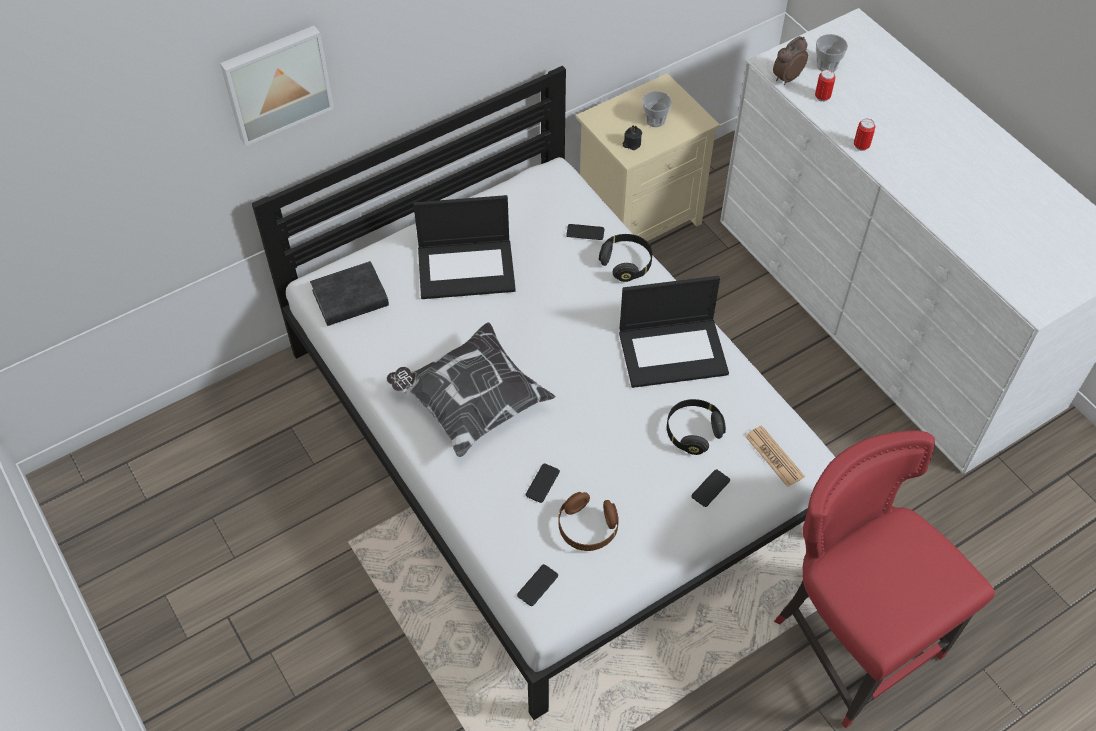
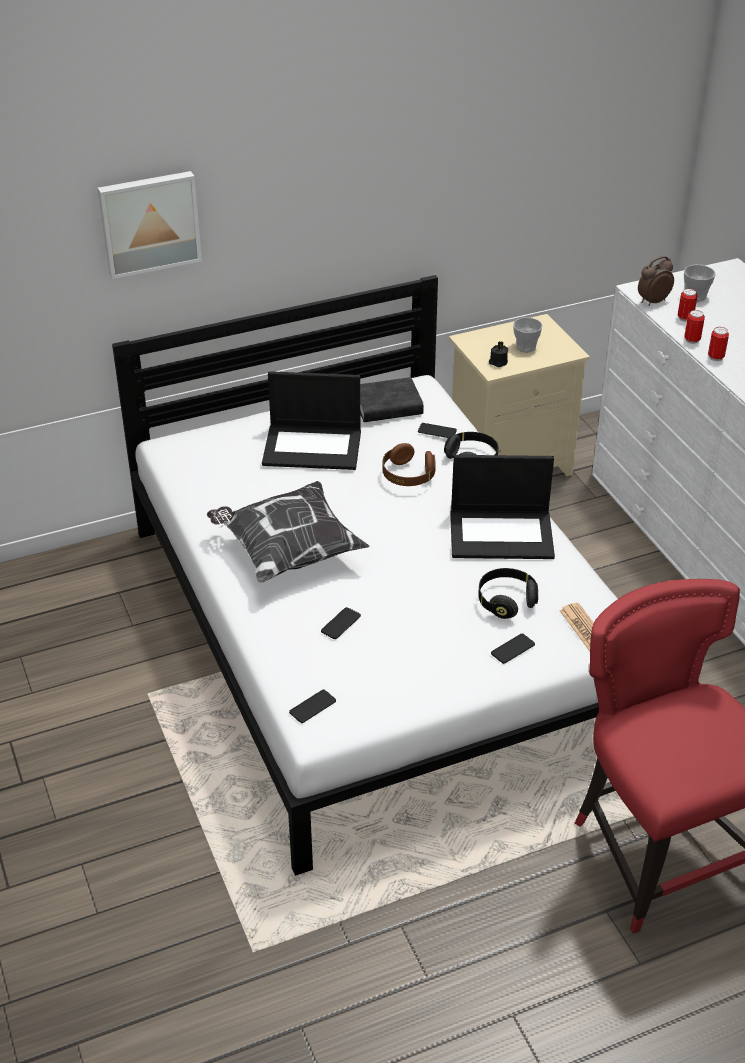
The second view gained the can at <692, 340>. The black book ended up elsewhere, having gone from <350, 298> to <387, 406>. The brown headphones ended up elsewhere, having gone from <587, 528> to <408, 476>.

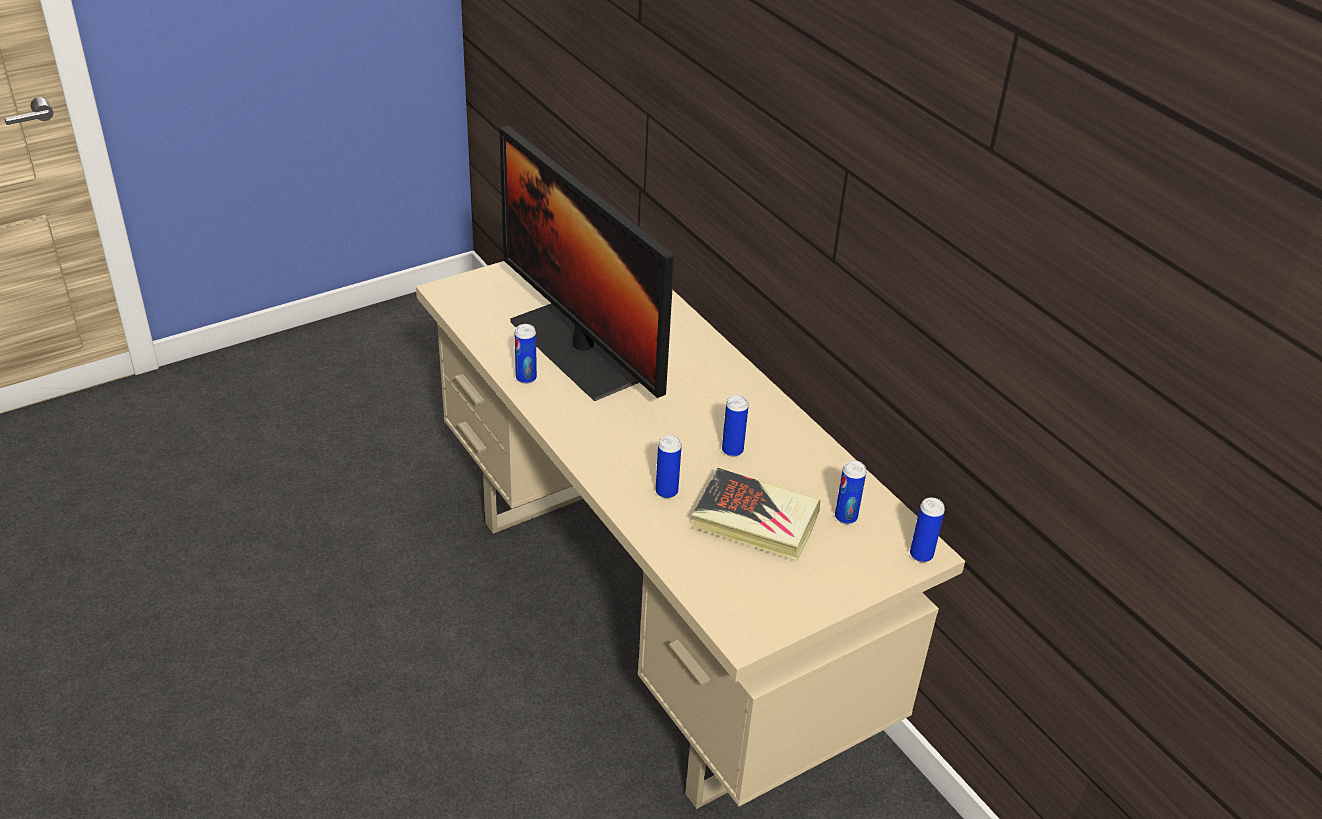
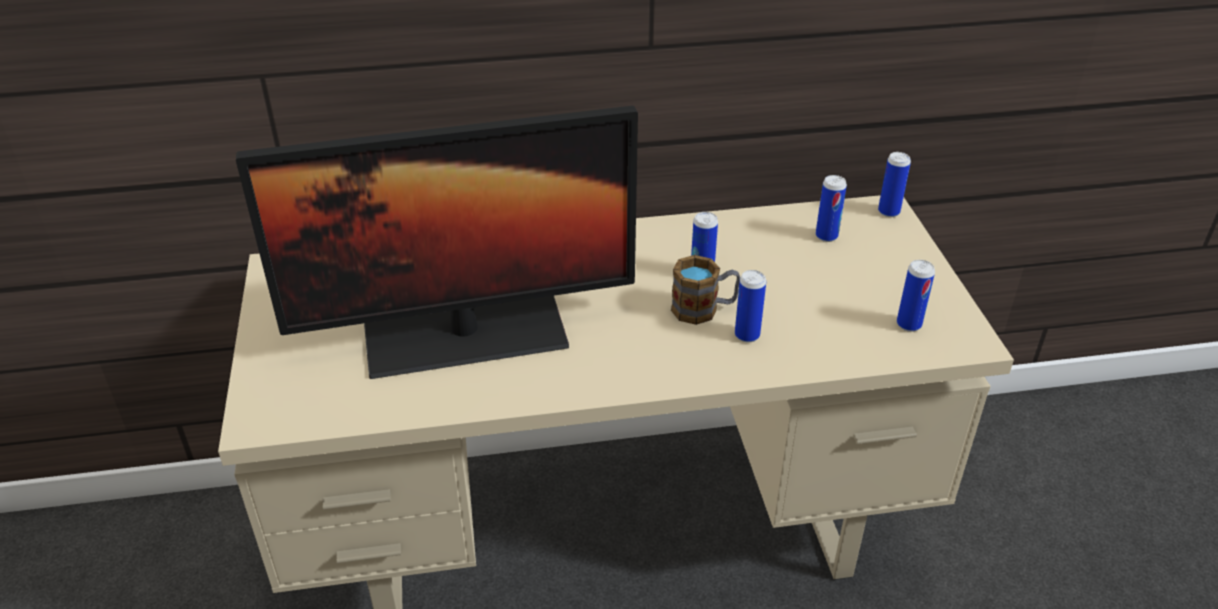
The second view lost the book at <755, 521>. The second view gained the mug at <704, 309>. The can ended up elsewhere, having gone from <526, 378> to <908, 324>.

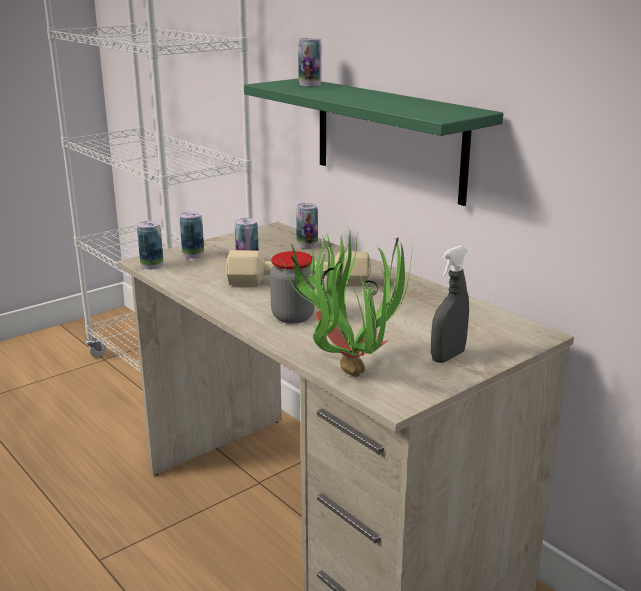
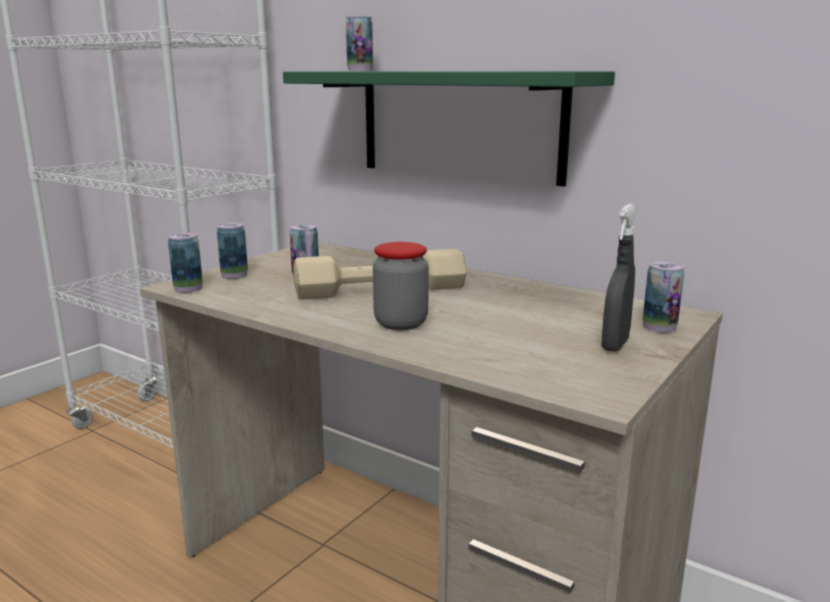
The second view lost the potted plant at <347, 366>. The can ended up elsewhere, having gone from <307, 245> to <659, 327>.

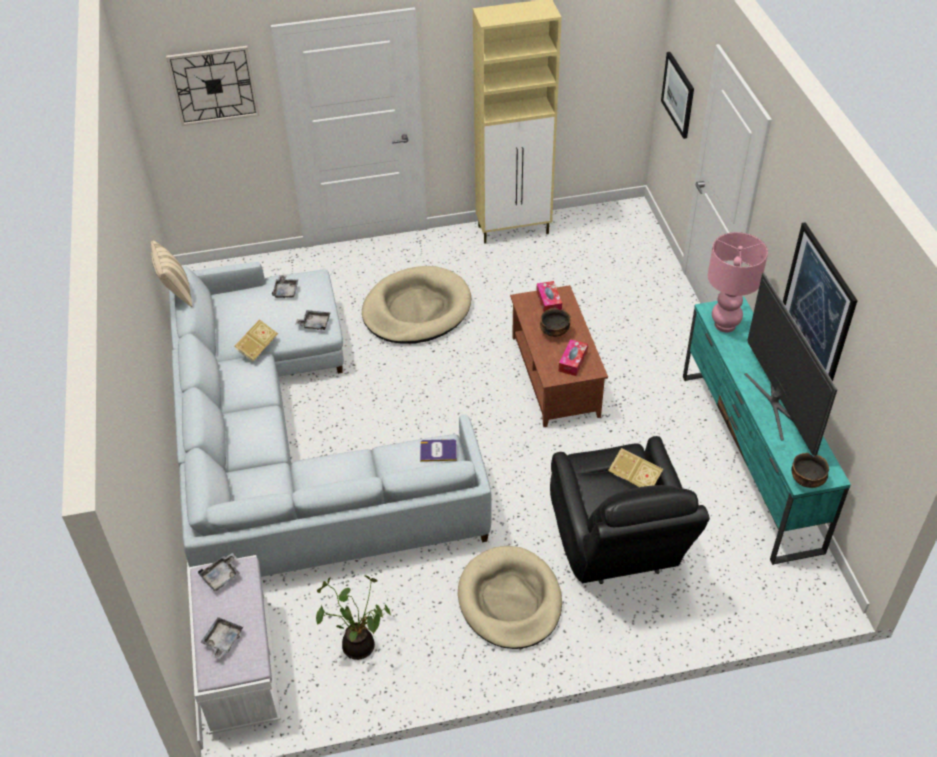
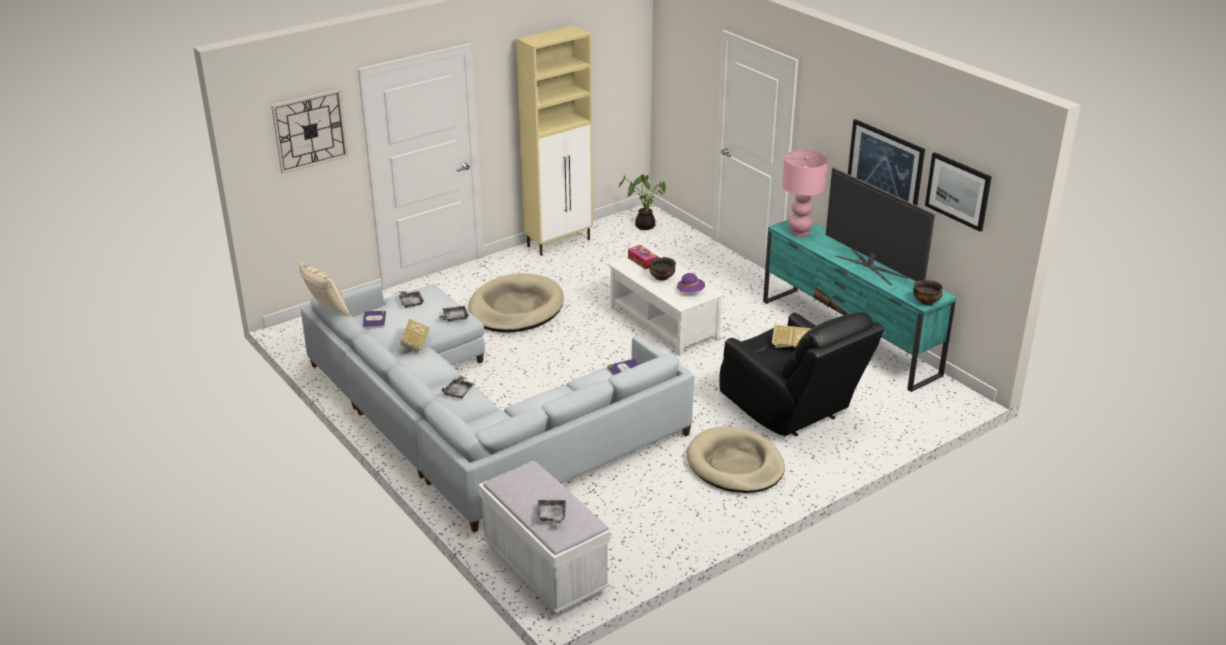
The second view gained the book at <374, 320>. The grey tray ended up elsewhere, having gone from <221, 576> to <459, 391>. The potted plant ended up elsewhere, having gone from <359, 644> to <644, 225>. The picture ended up elsewhere, having gone from <678, 94> to <958, 191>. Where the tissue box stood at <573, 361>, the purple hat came to stand at <690, 291>. What was the brown coffee table at <554, 376> turned into the white coffee table at <663, 324>.

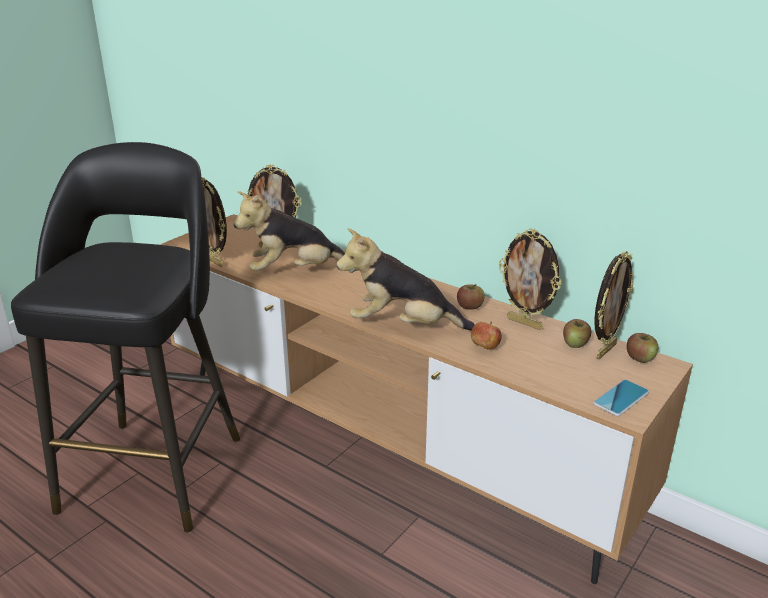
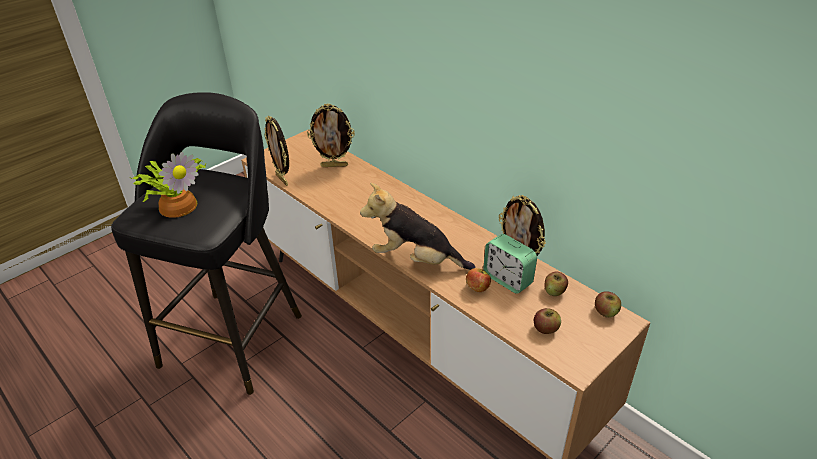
The second view lost the plush toy at <294, 272>. The second view lost the phone at <621, 398>. The second view lost the picture frame at <605, 350>. The second view gained the potted plant at <178, 204>. The second view gained the alarm clock at <508, 279>. The apple ended up elsewhere, having gone from <470, 306> to <546, 328>.

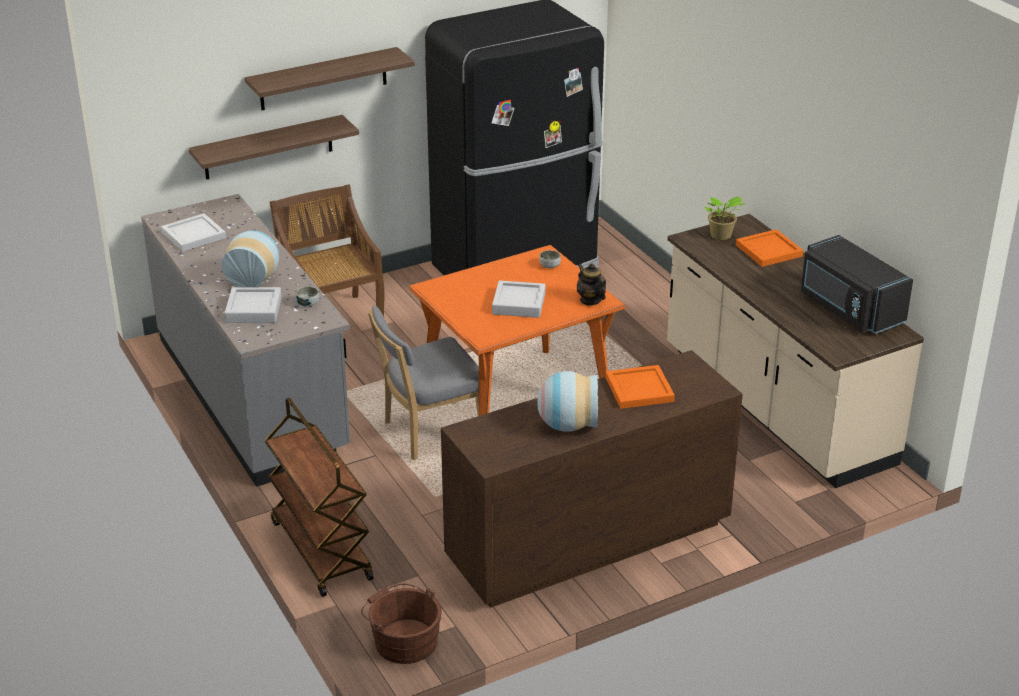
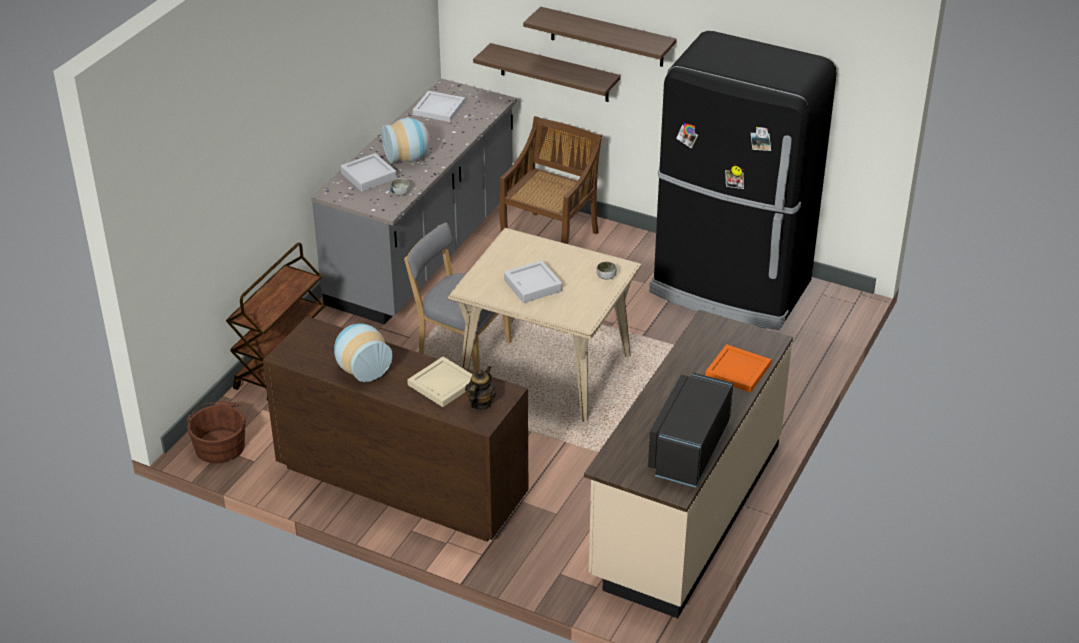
The second view lost the potted plant at <721, 236>. The teapot ended up elsewhere, having gone from <590, 300> to <480, 403>. What was the orange dining table at <515, 400> turned into the beige dining table at <545, 369>. What was the orange tray at <640, 389> turned into the beige tray at <444, 384>.

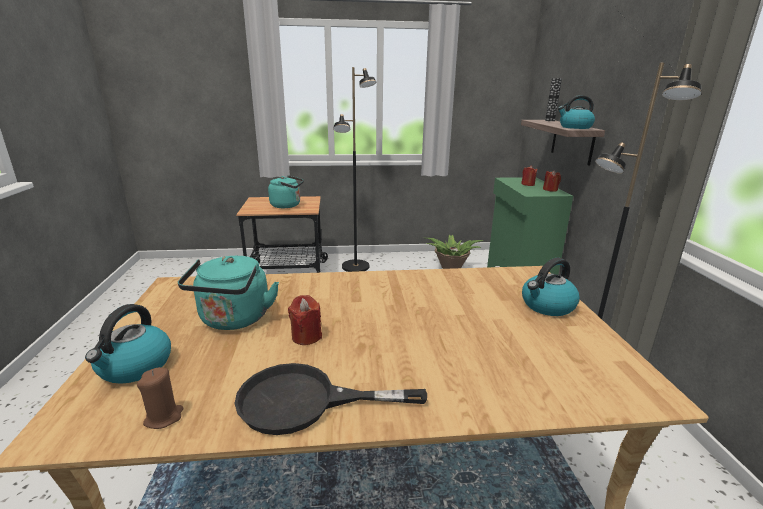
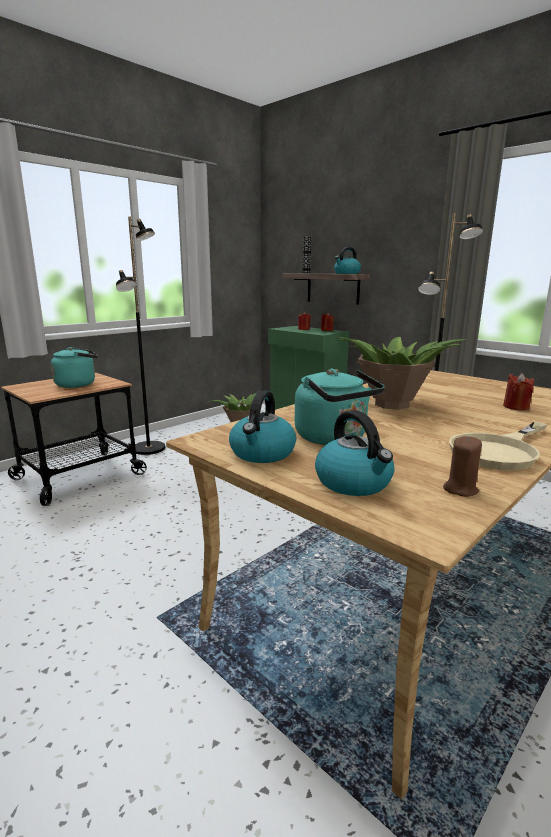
The second view gained the potted plant at <390, 404>. The red candle ended up elsewhere, having gone from <306, 336> to <516, 407>. The kettle ended up elsewhere, having gone from <547, 306> to <262, 453>. What was the black frying pan at <305, 402> turned into the beige frying pan at <499, 451>.

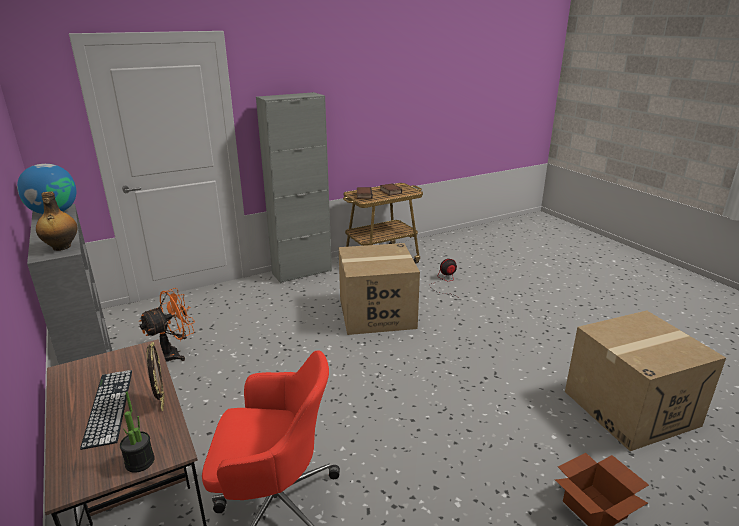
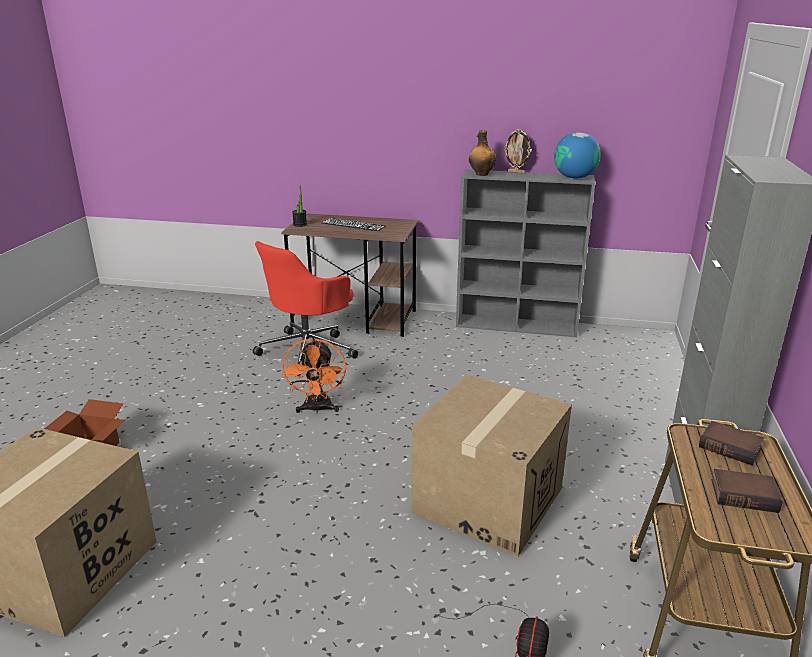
The orange fan ended up elsewhere, having gone from <173, 354> to <317, 409>. The picture frame ended up elsewhere, having gone from <162, 403> to <516, 172>.

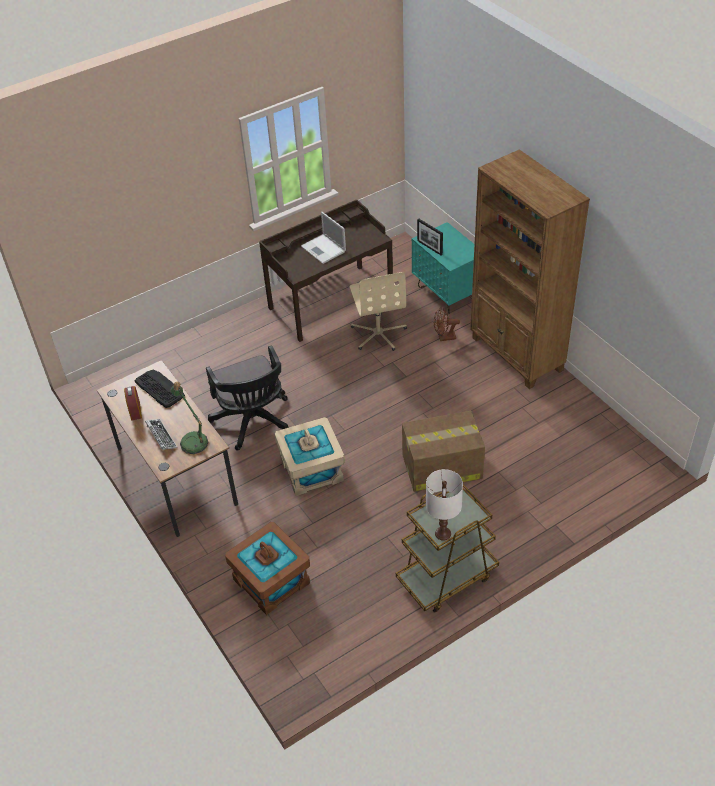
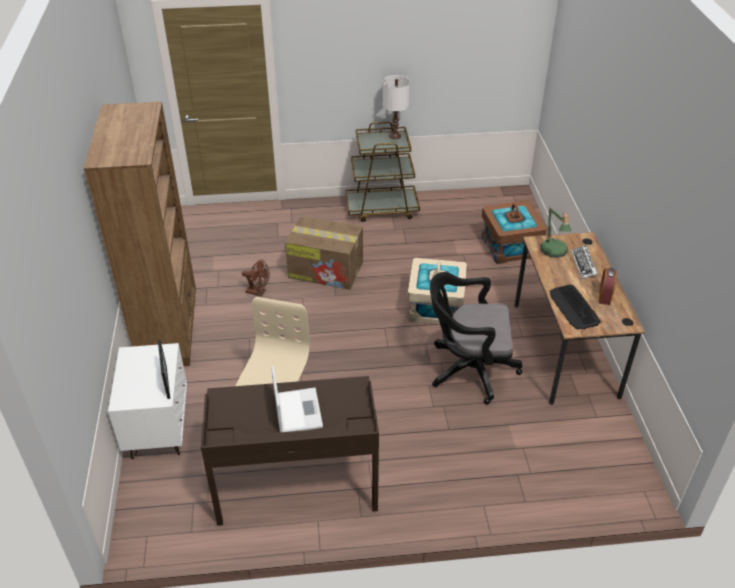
The brown fan ended up elsewhere, having gone from <444, 338> to <258, 292>. What was the turquoise nightstand at <447, 293> turned into the white nightstand at <158, 430>. The black office chair at <253, 422> ended up facing another way, 90 degrees counterclockwise from before.

